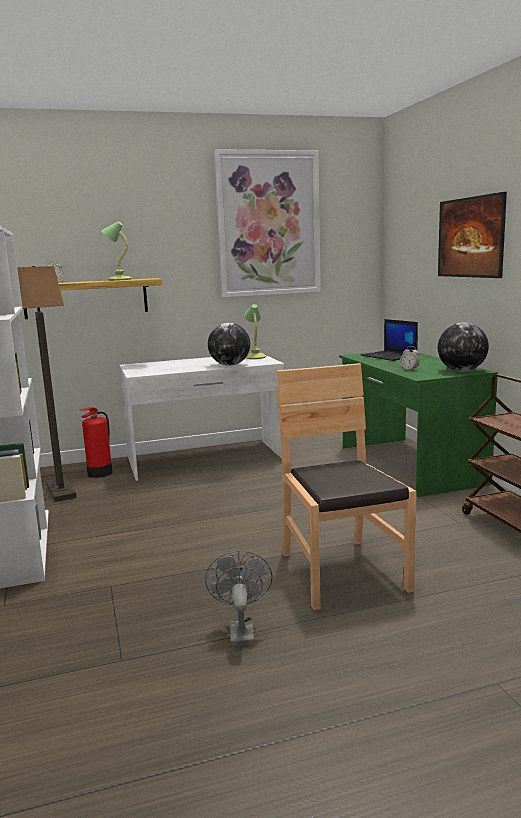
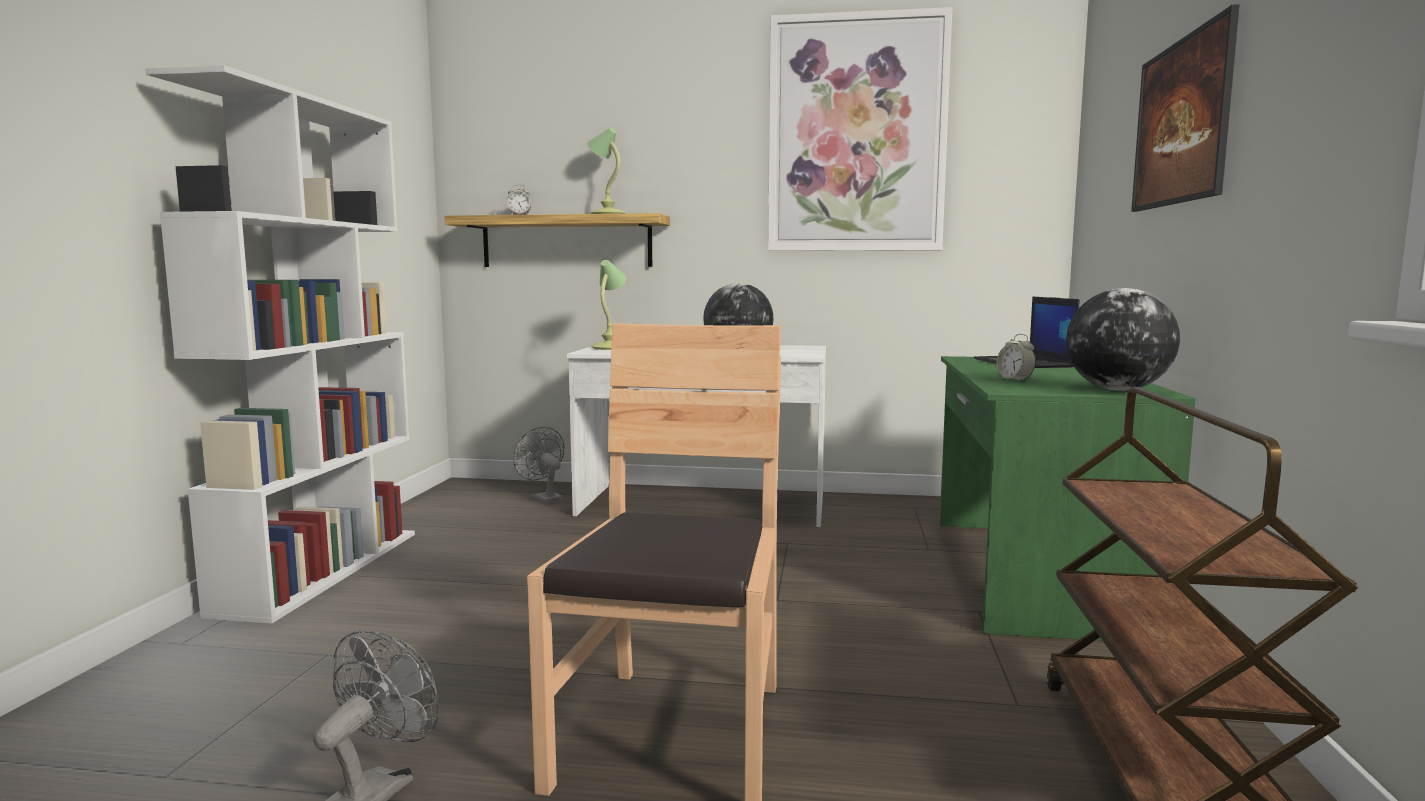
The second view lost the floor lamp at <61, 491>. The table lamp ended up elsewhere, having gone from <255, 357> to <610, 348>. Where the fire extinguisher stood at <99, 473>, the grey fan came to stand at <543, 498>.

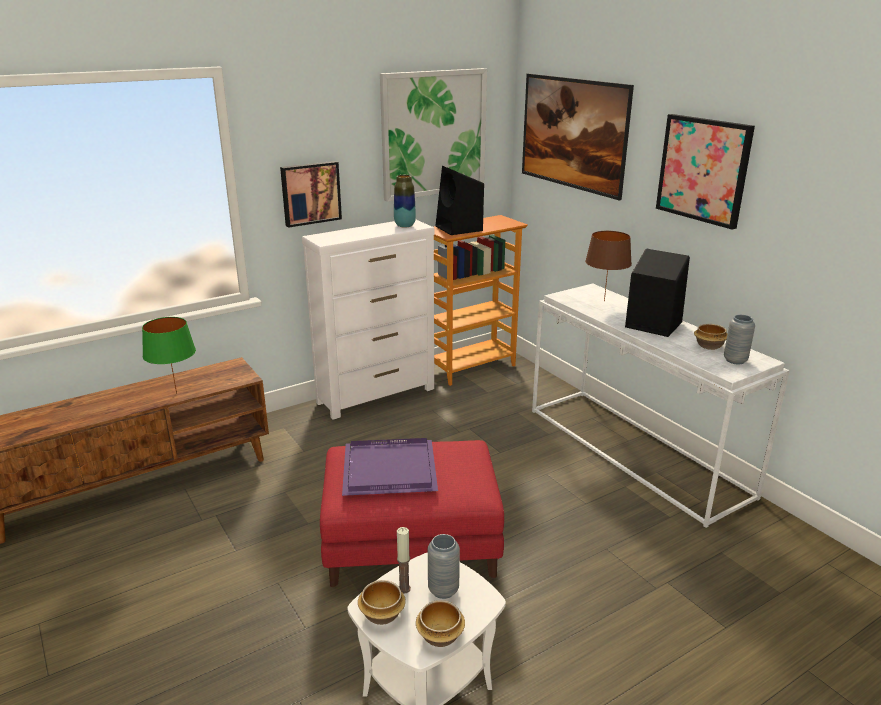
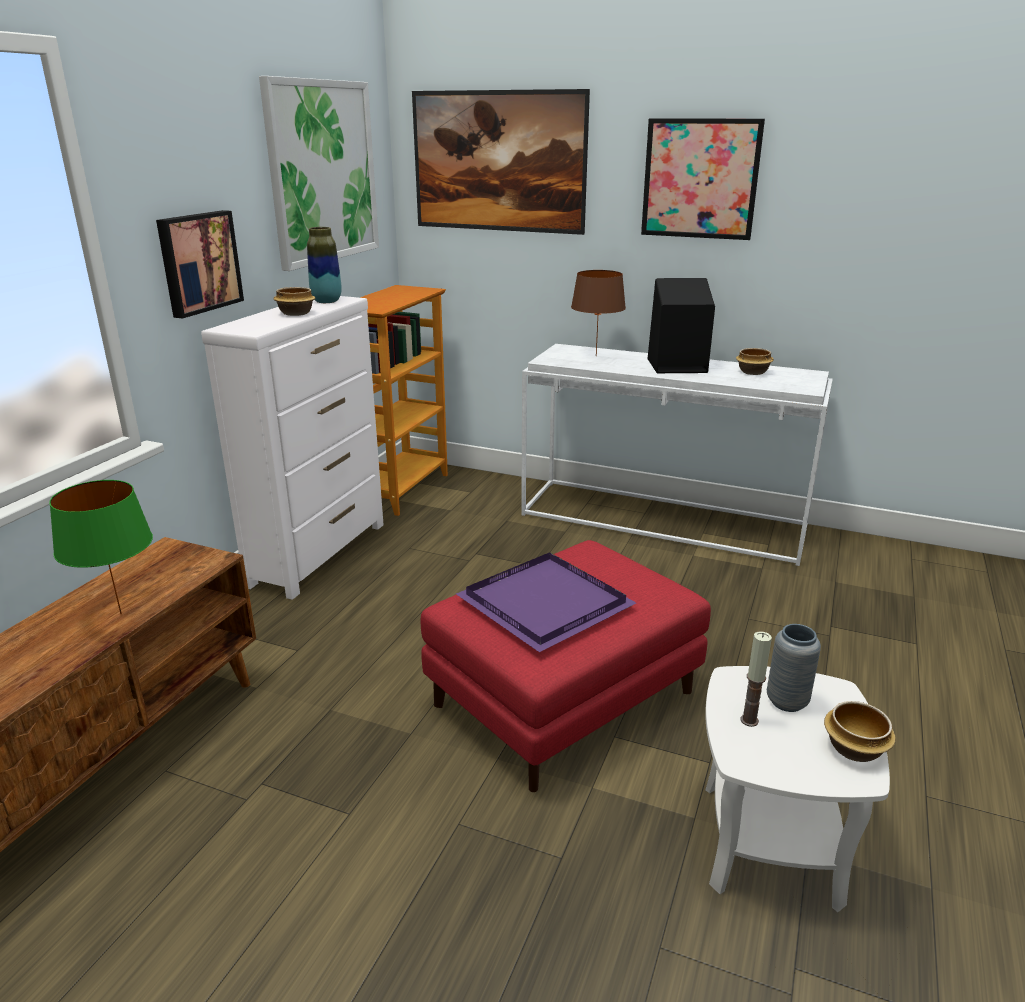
The second view lost the black speaker at <460, 229>. The second view lost the grey vase at <735, 360>. The bowl ended up elsewhere, having gone from <381, 614> to <295, 313>.

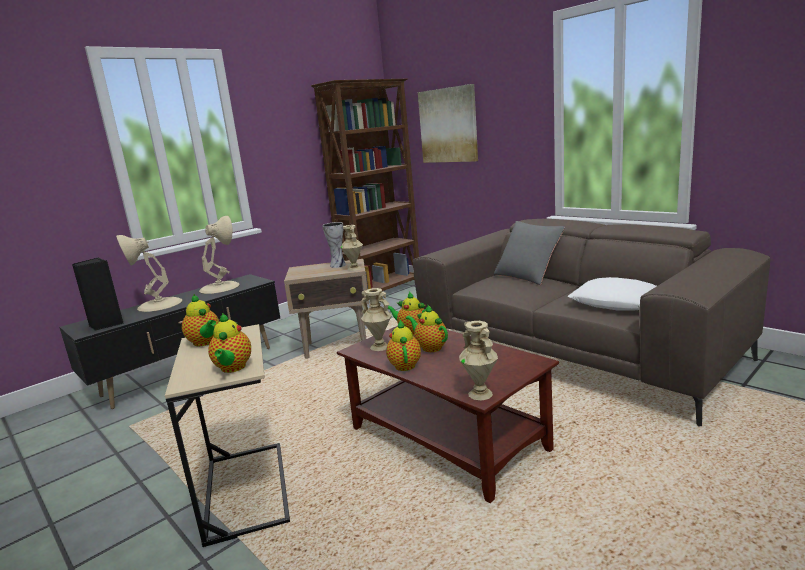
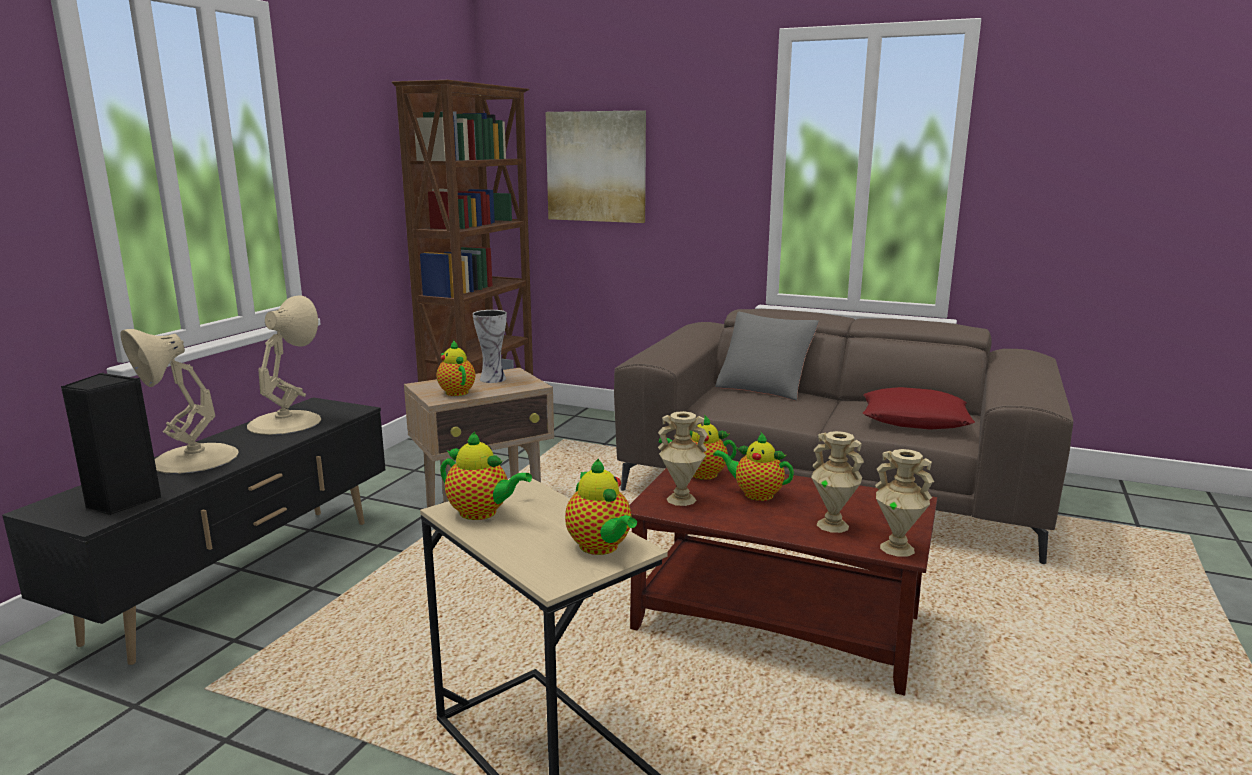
The beige vase ended up elsewhere, having gone from <354, 268> to <833, 525>. The teapot ended up elsewhere, having gone from <404, 365> to <456, 391>. What was the white pillow at <615, 302> turned into the red pillow at <914, 419>.

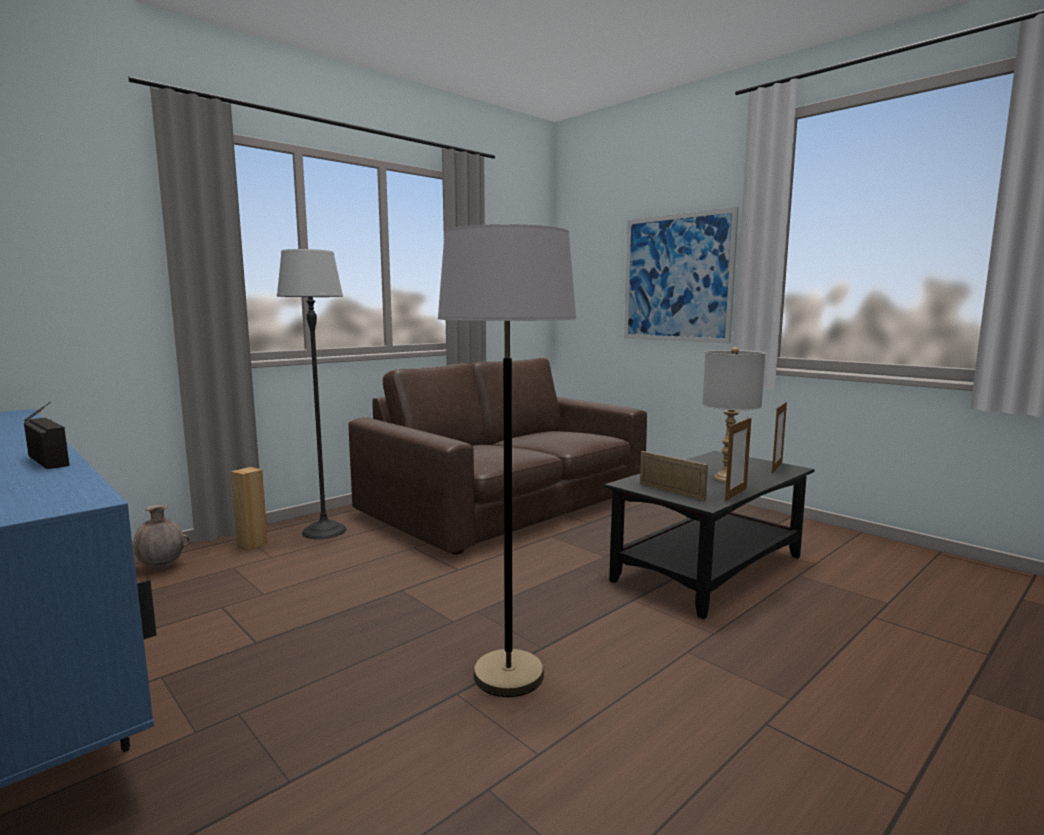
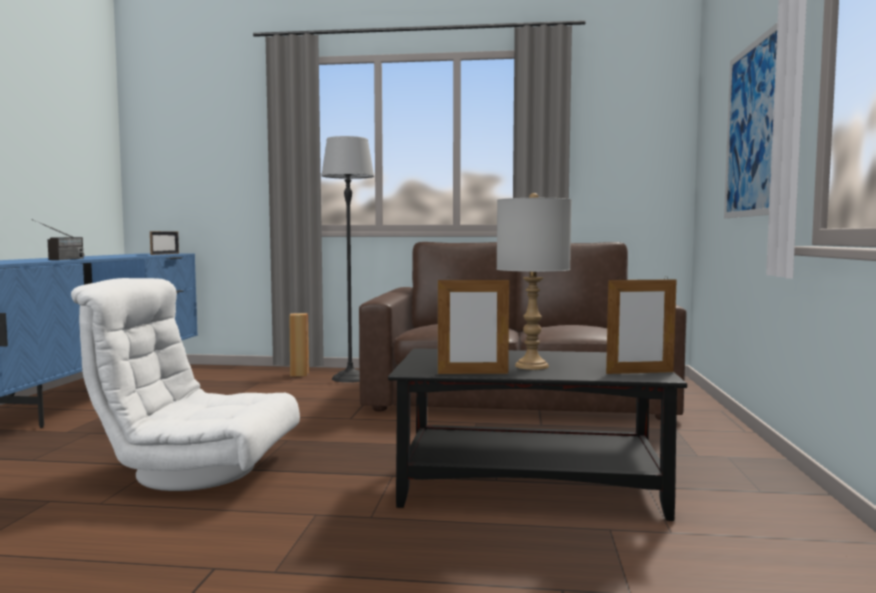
The second view lost the brown vase at <161, 567>. The picture frame ended up elsewhere, having gone from <671, 491> to <165, 254>. Where the grey floor lamp stood at <508, 675>, the white armchair came to stand at <198, 471>.

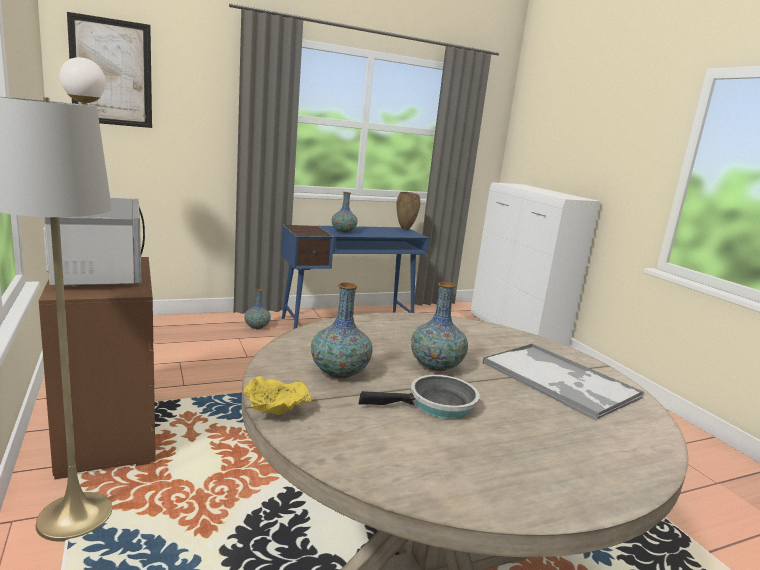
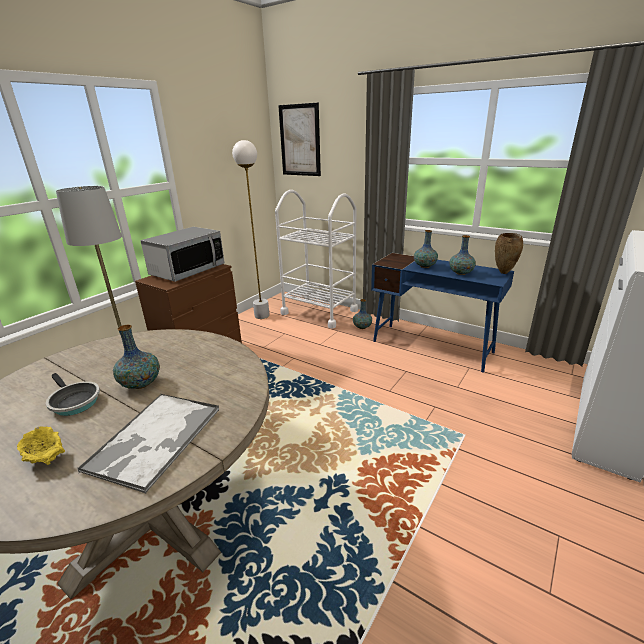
The second view gained the white cart at <319, 312>. The yellow bowl ended up elsewhere, having gone from <276, 413> to <46, 458>. The vase ended up elsewhere, having gone from <339, 372> to <461, 273>.

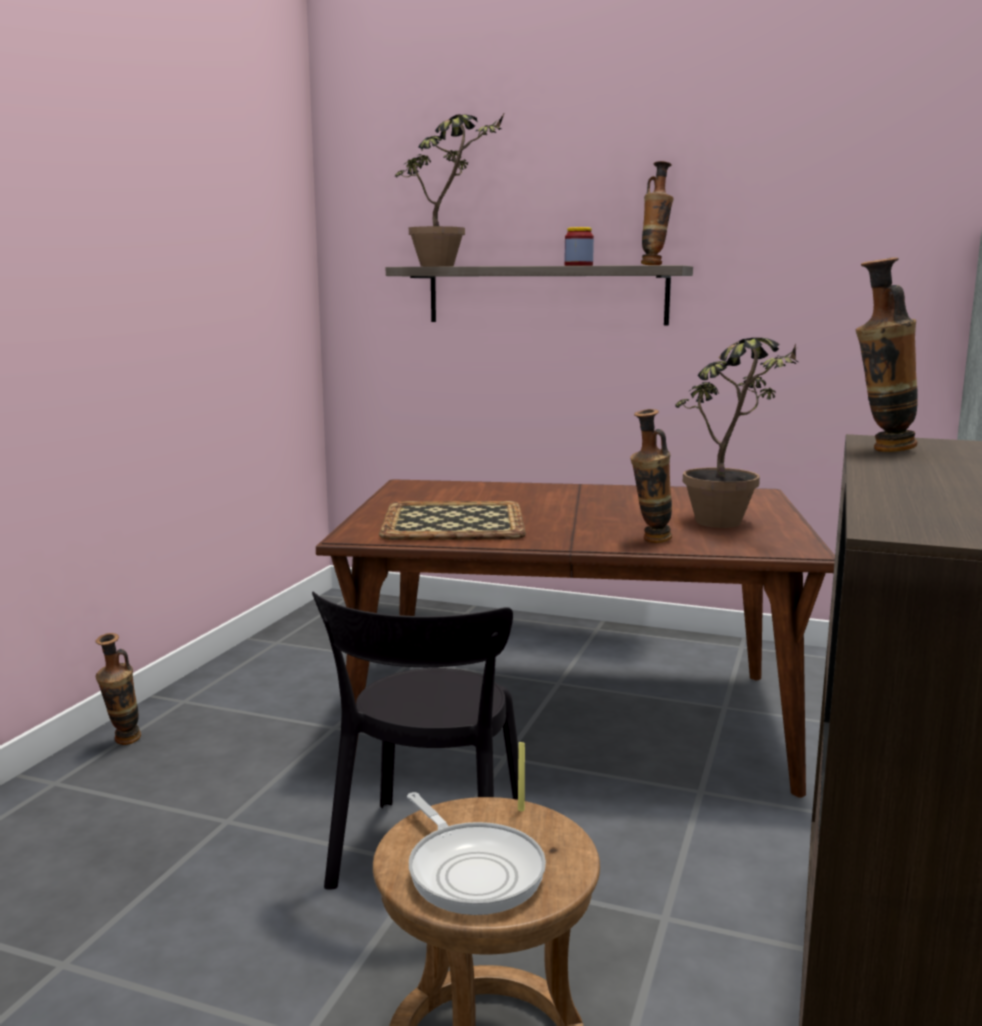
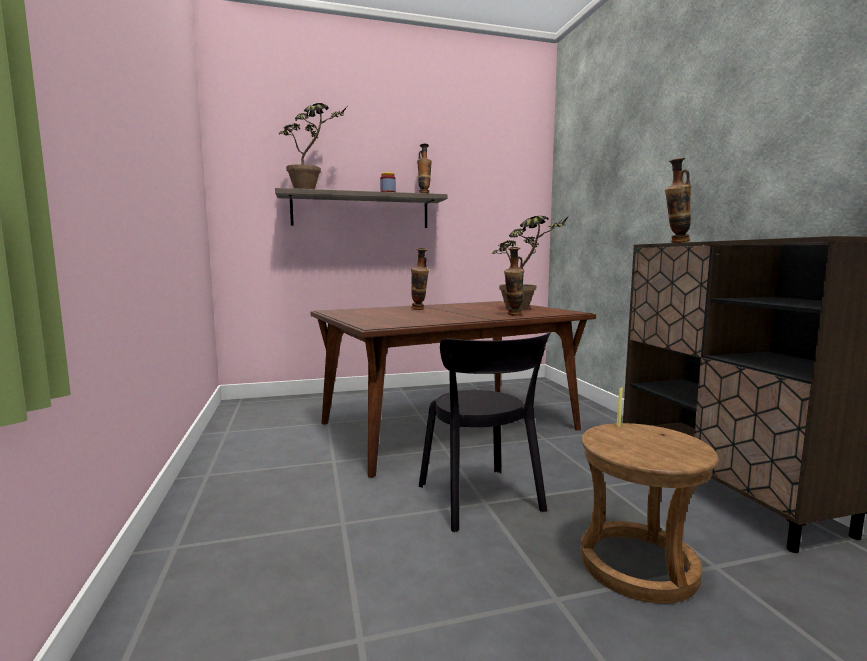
The second view lost the tray at <452, 522>. The second view lost the frying pan at <472, 871>. The vase ended up elsewhere, having gone from <123, 743> to <419, 309>.

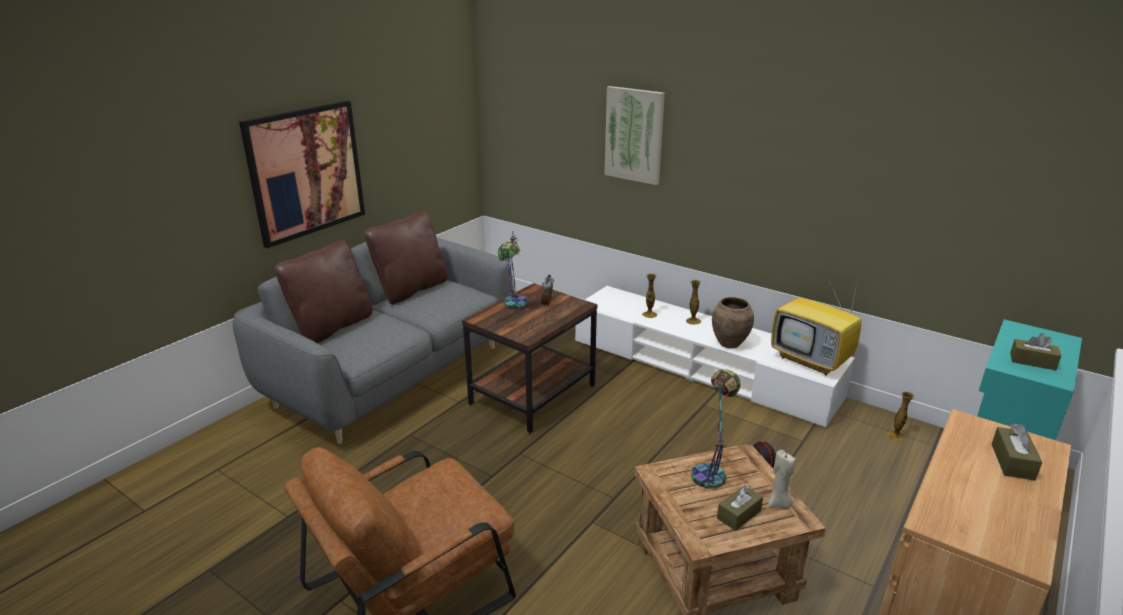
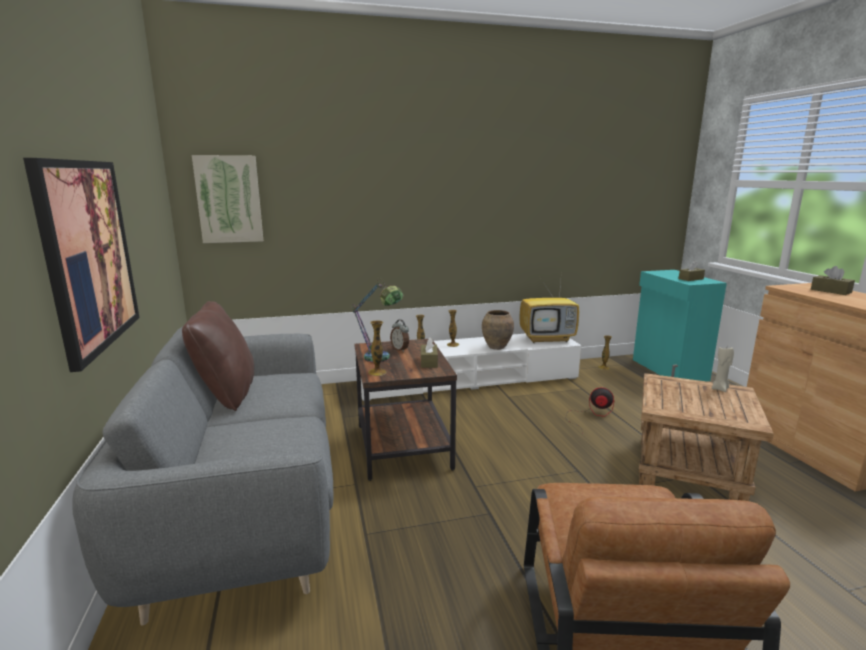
The second view lost the brown pillow at <332, 327>. The second view lost the table lamp at <712, 471>. The second view gained the vase at <377, 372>. The picture ended up elsewhere, having gone from <634, 135> to <229, 199>. The brown tissue box ended up elsewhere, having gone from <739, 514> to <429, 362>.

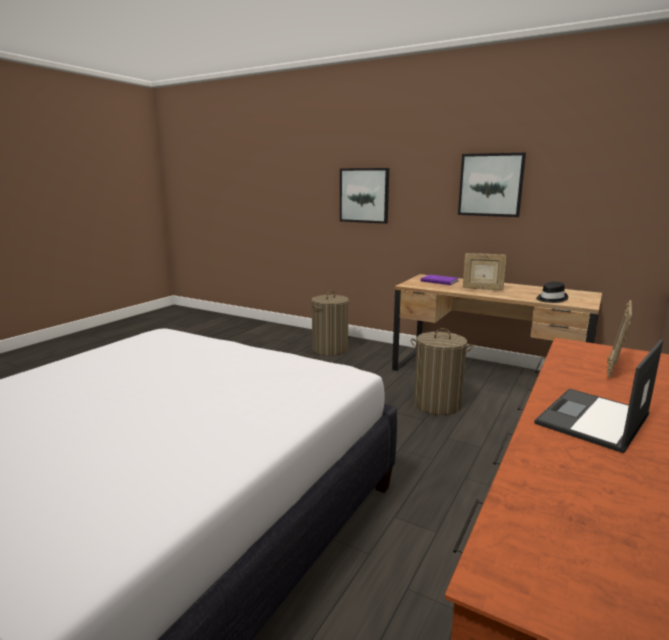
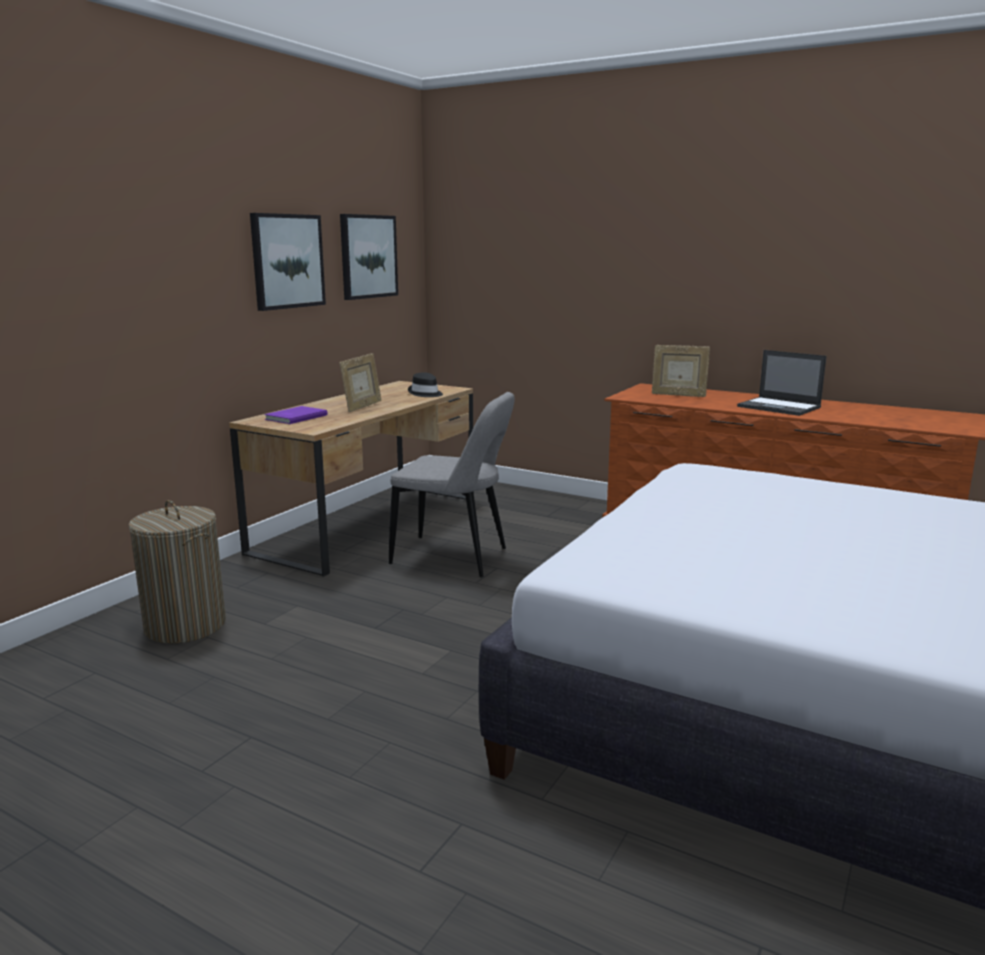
The picture ended up elsewhere, having gone from <364, 195> to <368, 256>. Where the laundry basket stood at <437, 404>, the grey chair came to stand at <454, 557>.

